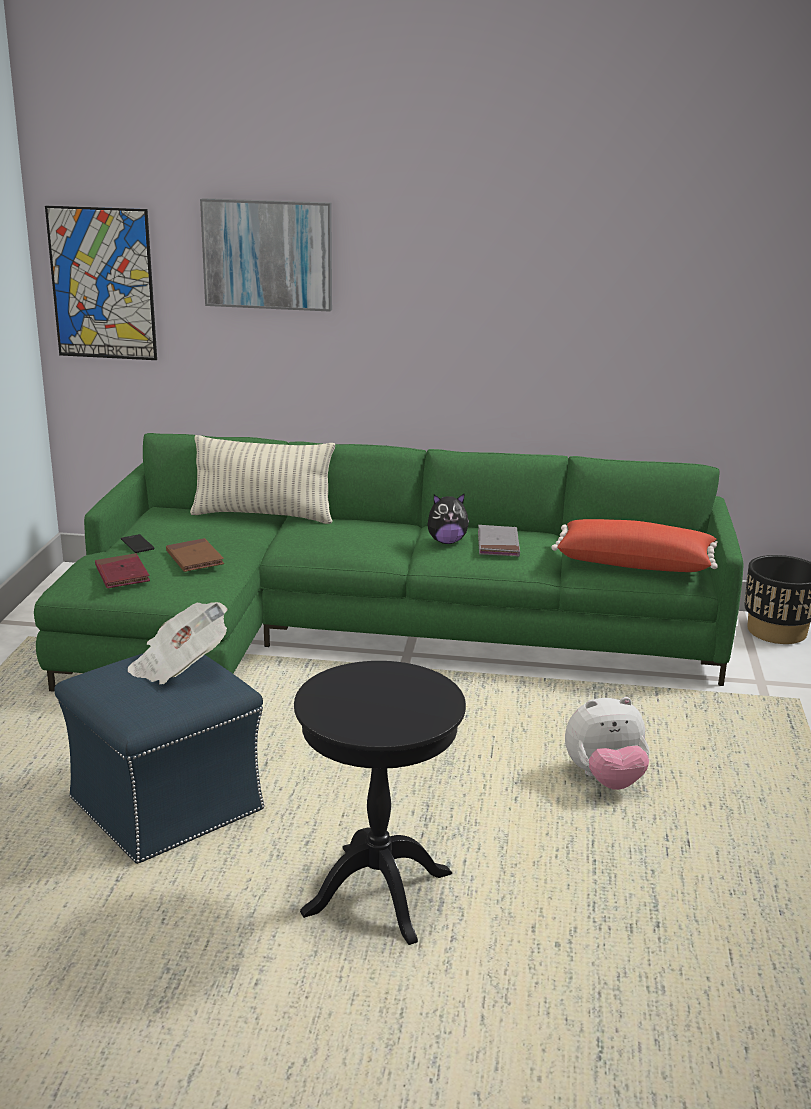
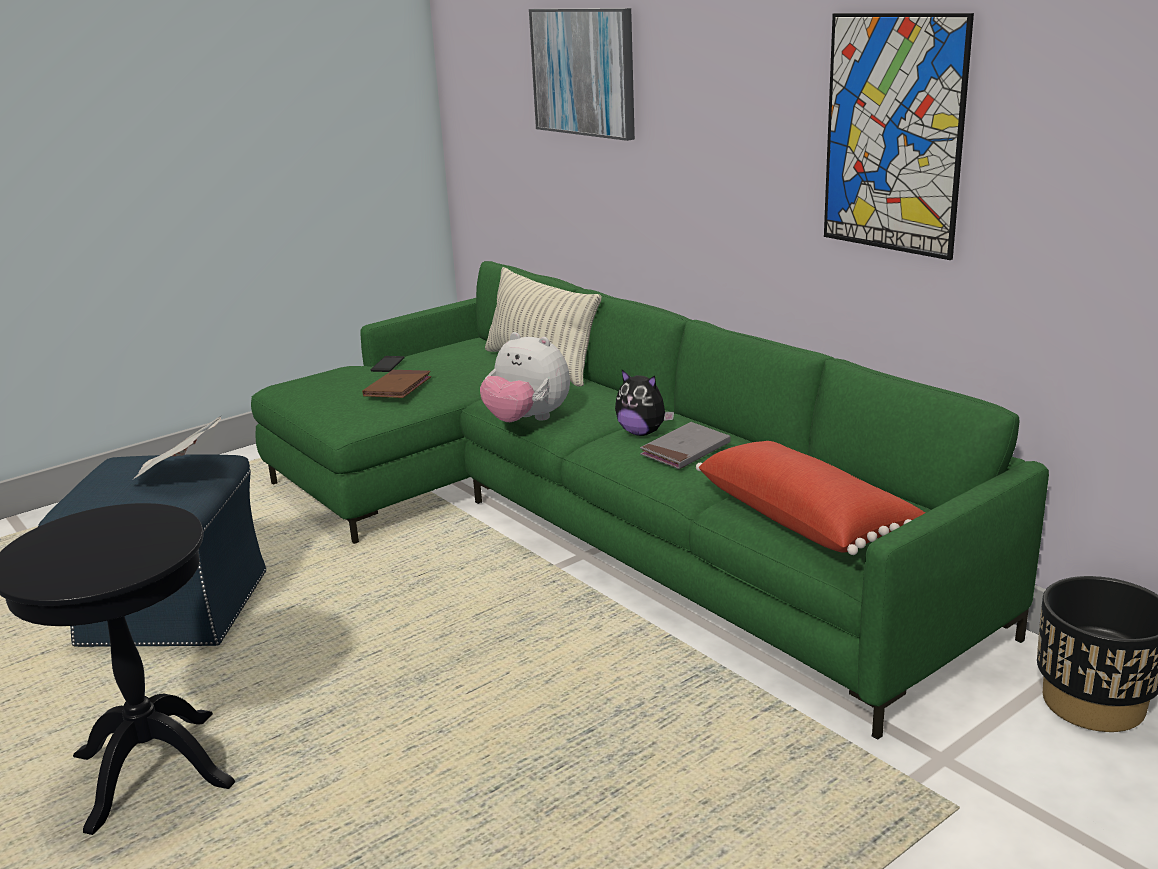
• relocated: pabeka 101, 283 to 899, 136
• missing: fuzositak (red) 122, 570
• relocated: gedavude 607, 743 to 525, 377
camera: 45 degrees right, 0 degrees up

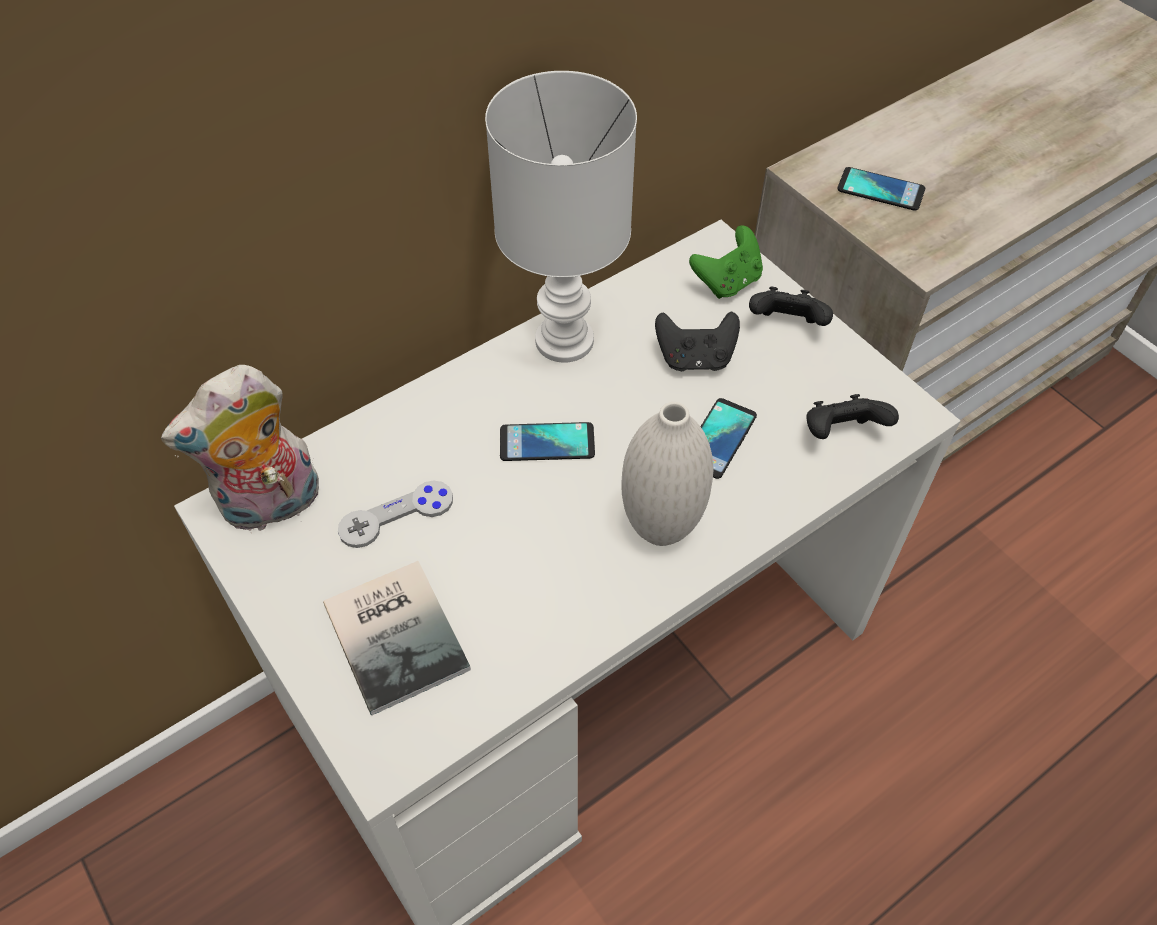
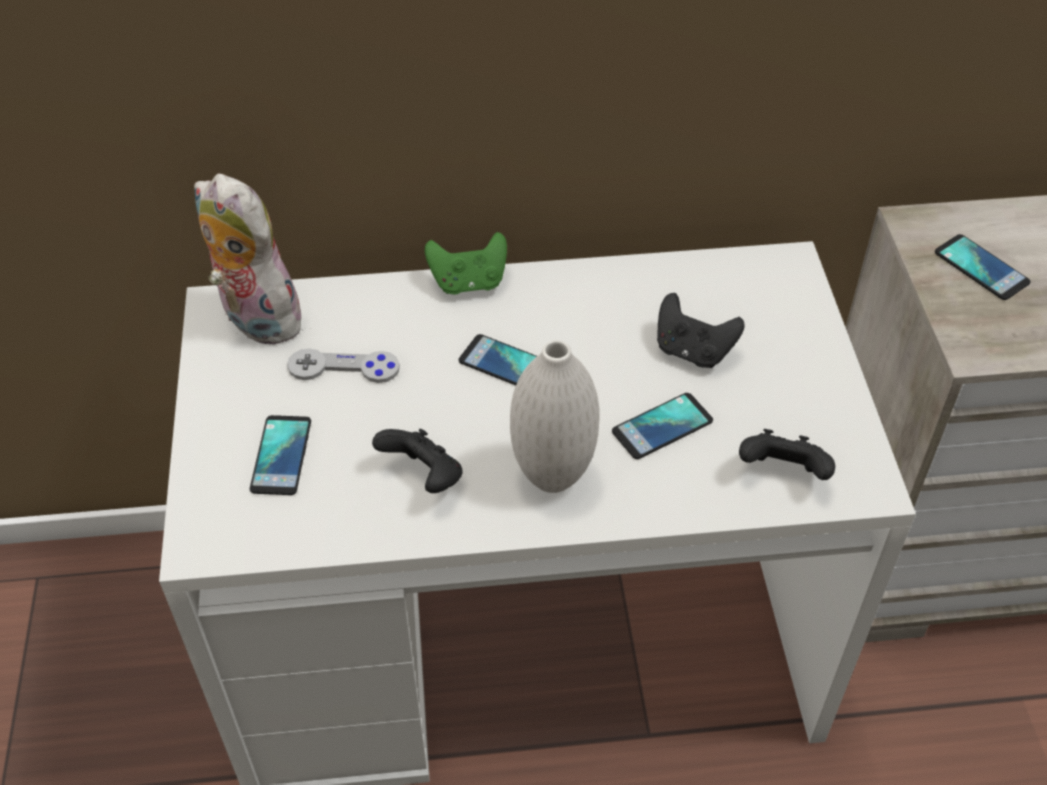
• spun: gedavude 240, 449 = 252, 259 45 degrees clockwise
• exchanged: fuzositak 397, 638 to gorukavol 280, 455
• missing: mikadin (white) 561, 217
• relocated: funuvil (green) 726, 262 to 466, 263
• relocated: funuvil (black) 791, 306 to 417, 461
camera: 30 degrees right, 5 degrees down

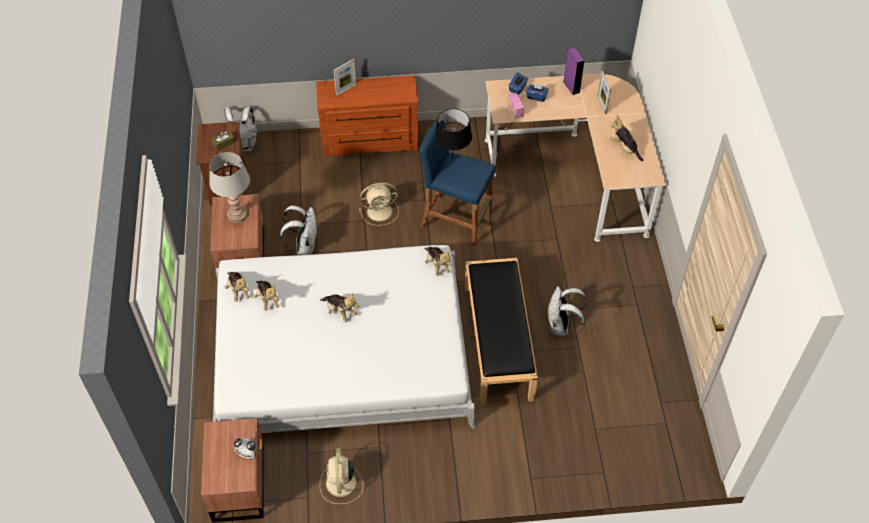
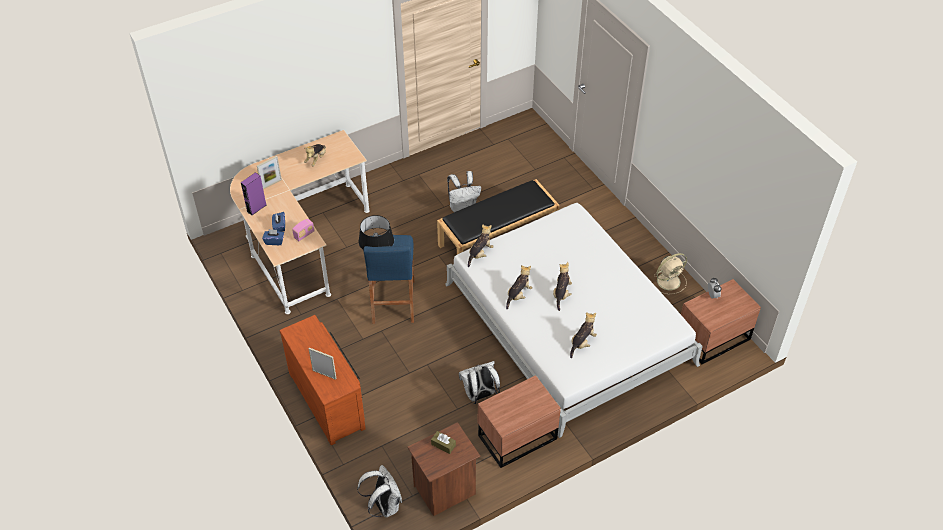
• missing: mikadin (grey) 229, 187
• relocated: gedavude 237, 287 to 519, 287
• missing: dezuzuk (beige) 379, 204
camera: 115 degrees left, 5 degrees down

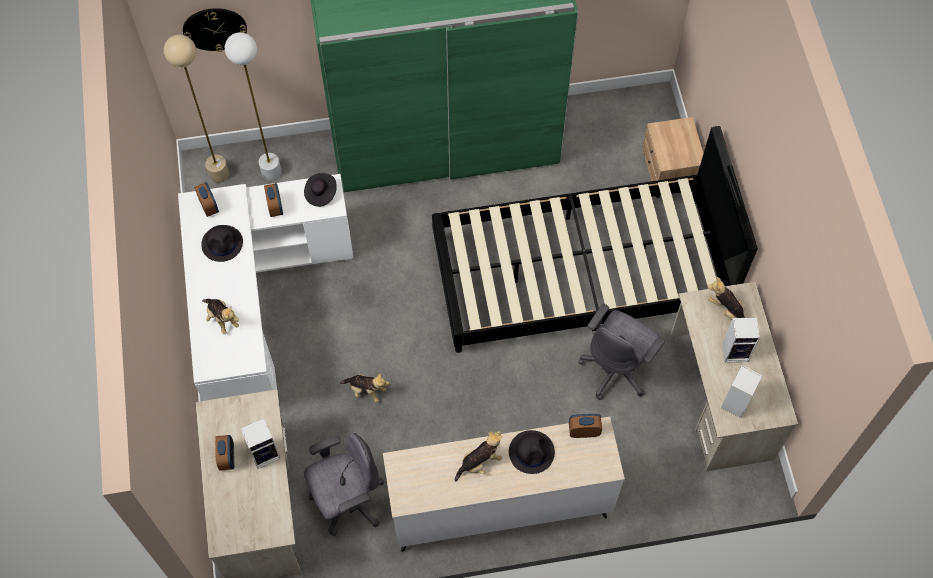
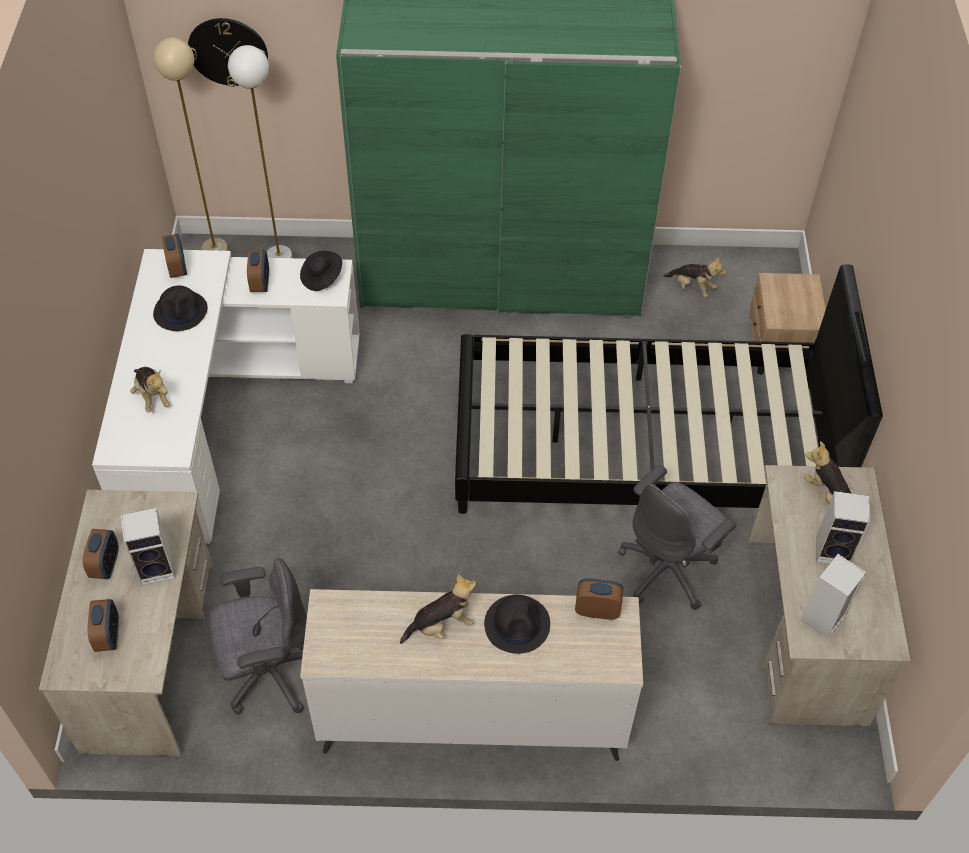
• relocated: gedavude 365, 388 to 694, 276
• appeared: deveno 103, 625
camera: 10 degrees right, 10 degrees down

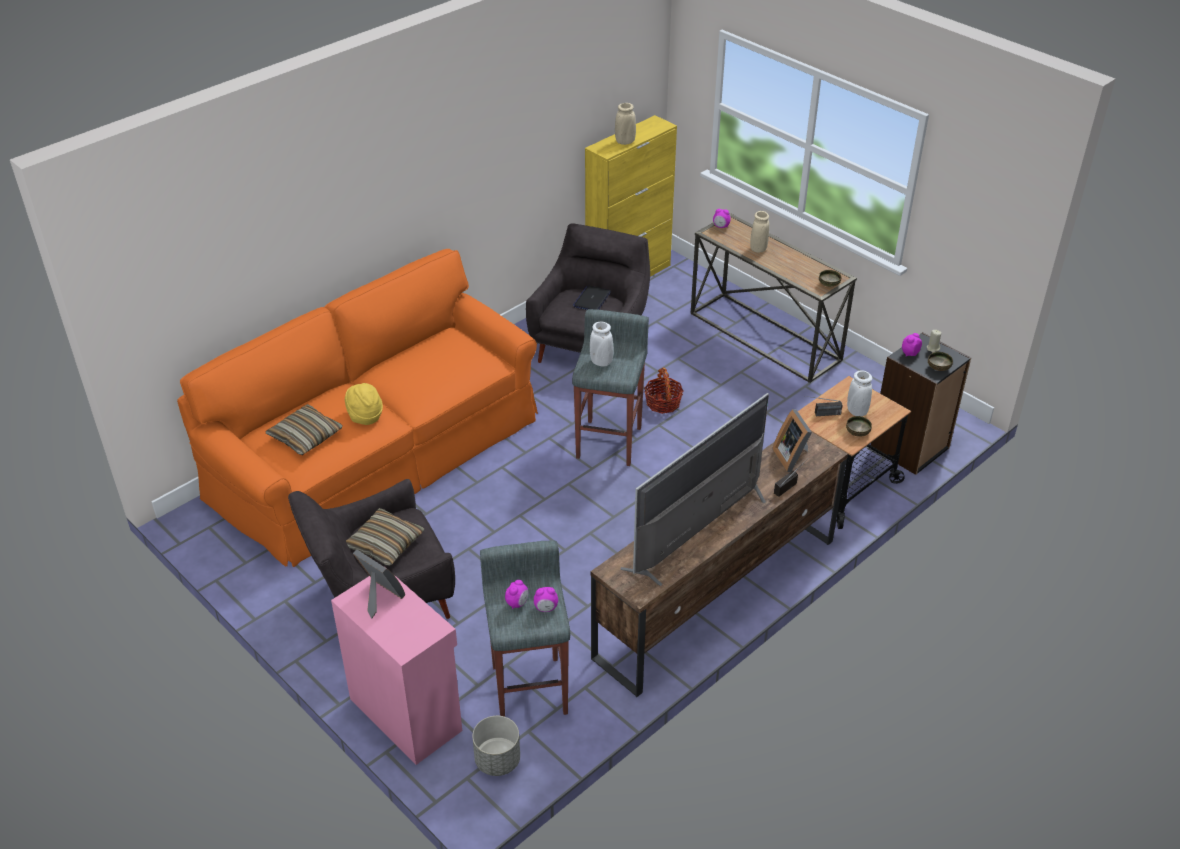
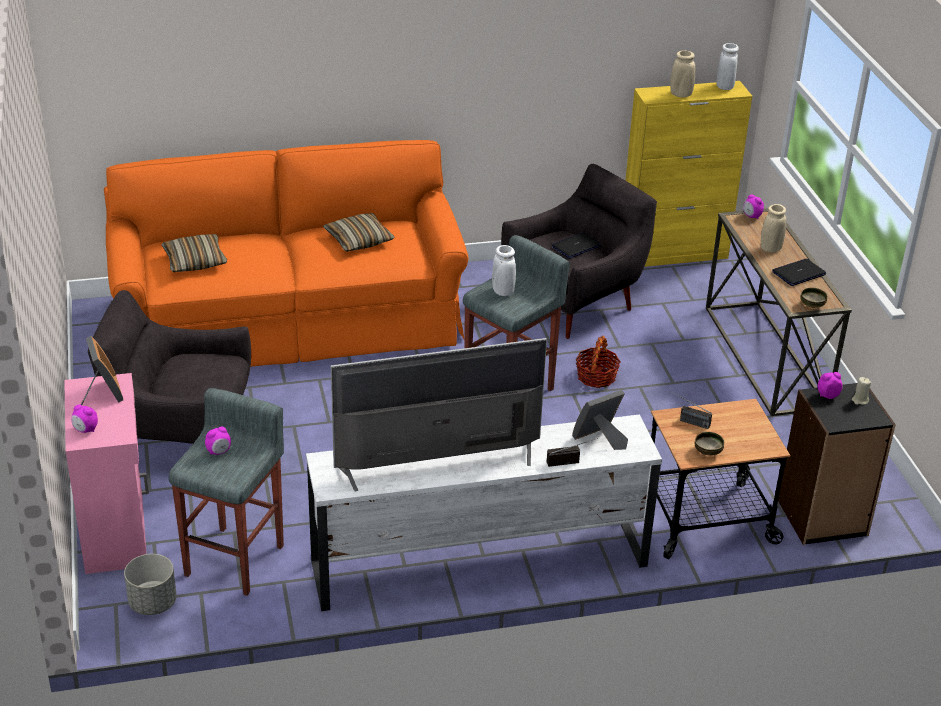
• missing: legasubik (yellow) 364, 404
• relocated: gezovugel 385, 537 to 359, 232
• relocated: deveno 546, 599 to 84, 418
• colour: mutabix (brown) 719, 564 to mutabix (white) 484, 512
• spun: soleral 792, 440 = 600, 419 45 degrees clockwise
• relocated: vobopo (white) 859, 393 to 728, 66
• missing: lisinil 940, 361
• appeared: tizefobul 799, 272
camera: 30 degrees right, 5 degrees down

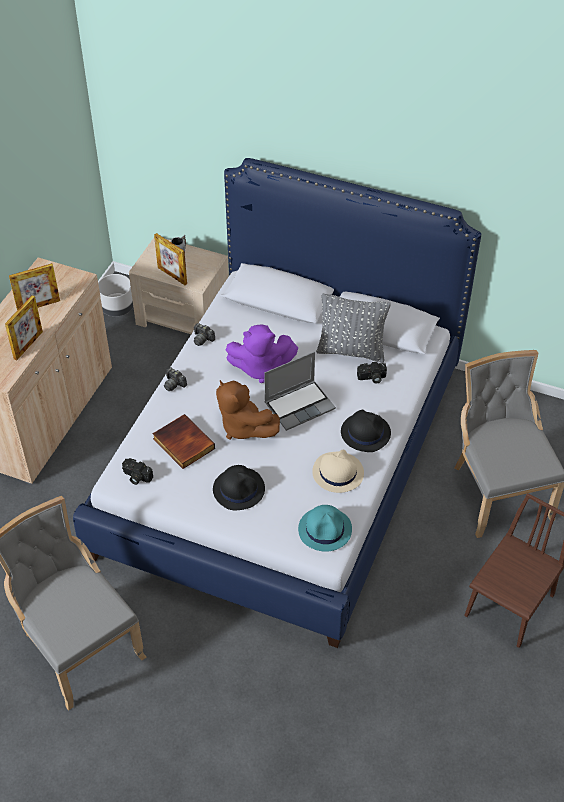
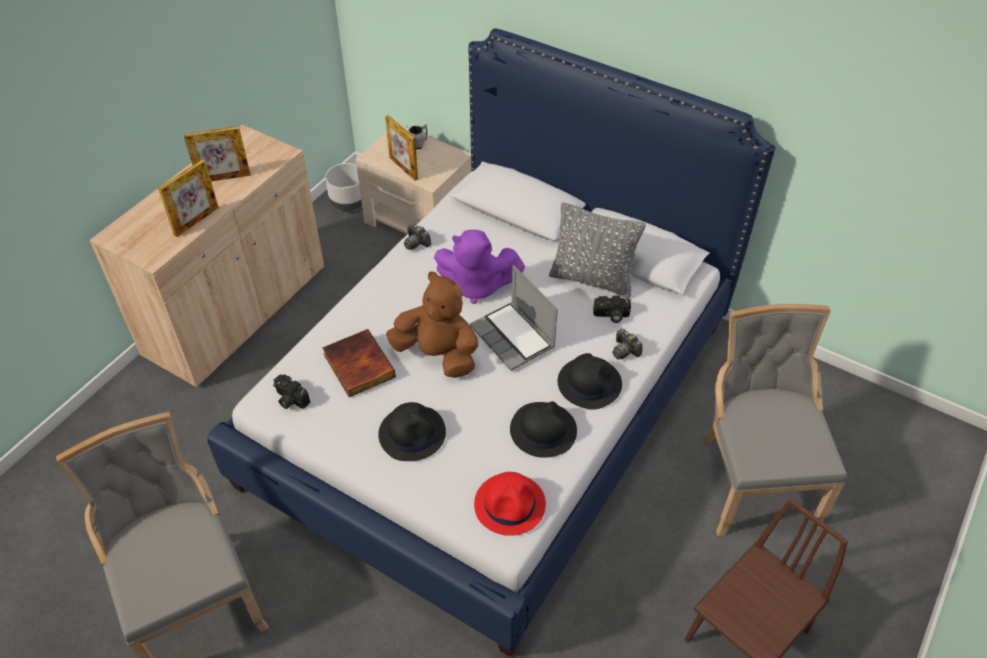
• relocated: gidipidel 175, 379 to 628, 344
• spun: gedavude (brown) 248, 410 = 432, 324 150 degrees clockwise
• spun: tizefobul 300, 391 = 514, 318 75 degrees clockwise
• colour: legasubik (turquoise) 325, 528 to legasubik (red) 510, 504
• colour: legasubik (beige) 338, 471 to legasubik (black) 543, 429
camera: 10 degrees right, 0 degrees up

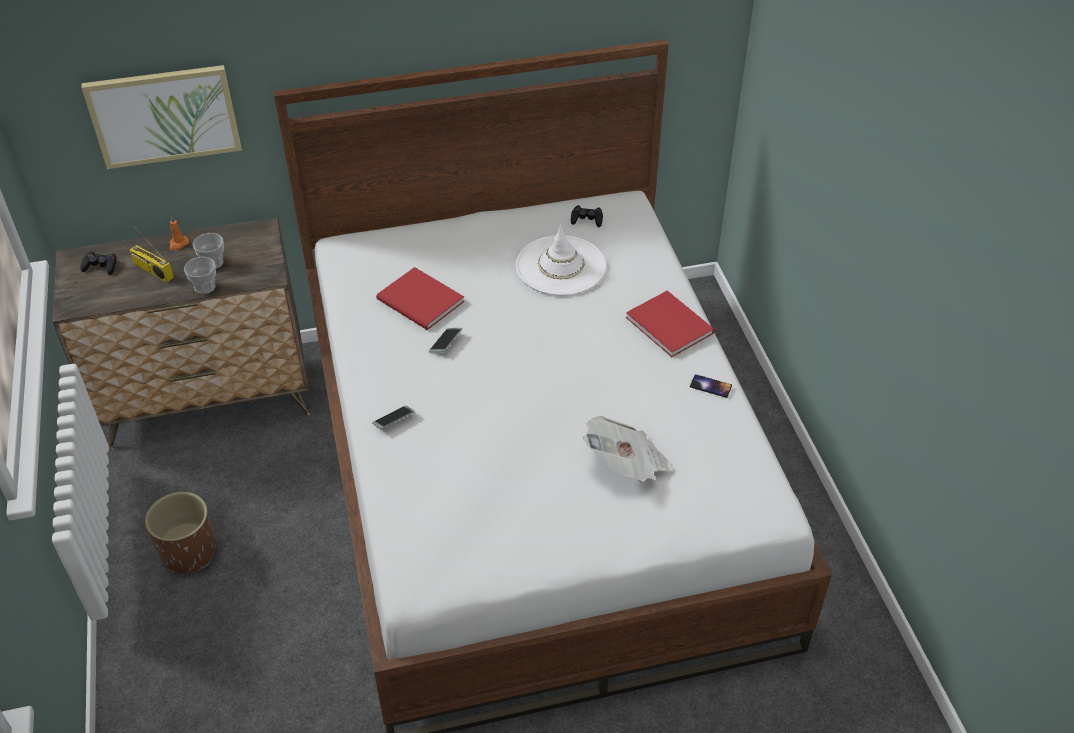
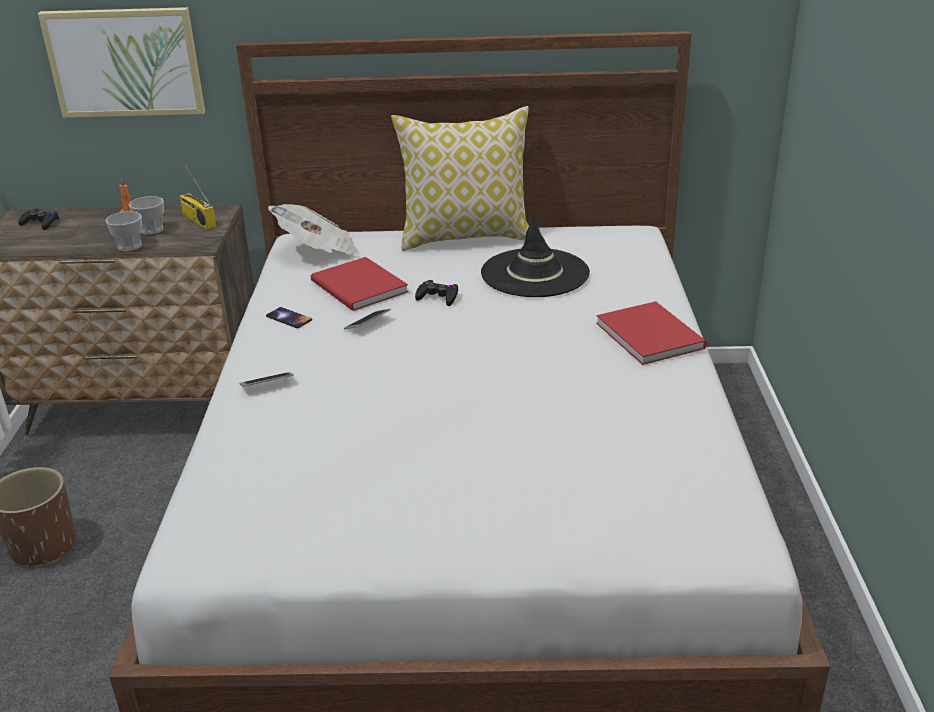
• relocated: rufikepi 152, 254 to 198, 197
• colour: legasubik (white) 561, 260 to legasubik (black) 535, 255
• relocated: funuvil (black) 587, 216 to 436, 293
• relocated: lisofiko 628, 449 to 314, 229
• relocated: gorukavol 711, 386 to 289, 317
• appeared: gezovugel 460, 178
camera: 15 degrees right, 15 degrees down

